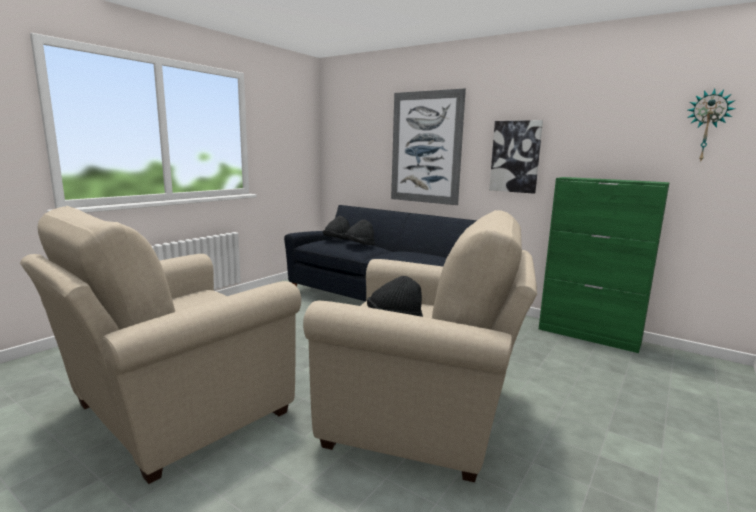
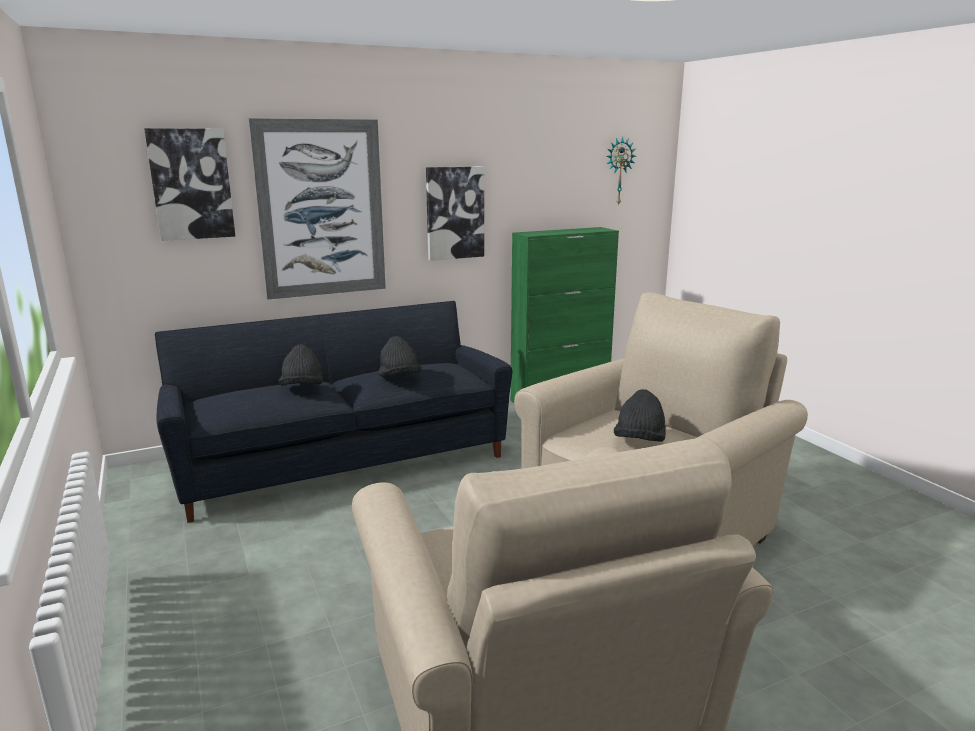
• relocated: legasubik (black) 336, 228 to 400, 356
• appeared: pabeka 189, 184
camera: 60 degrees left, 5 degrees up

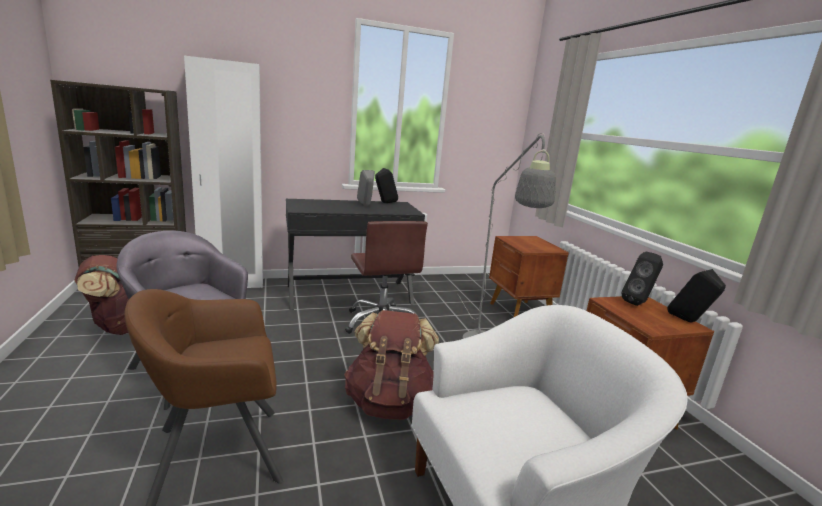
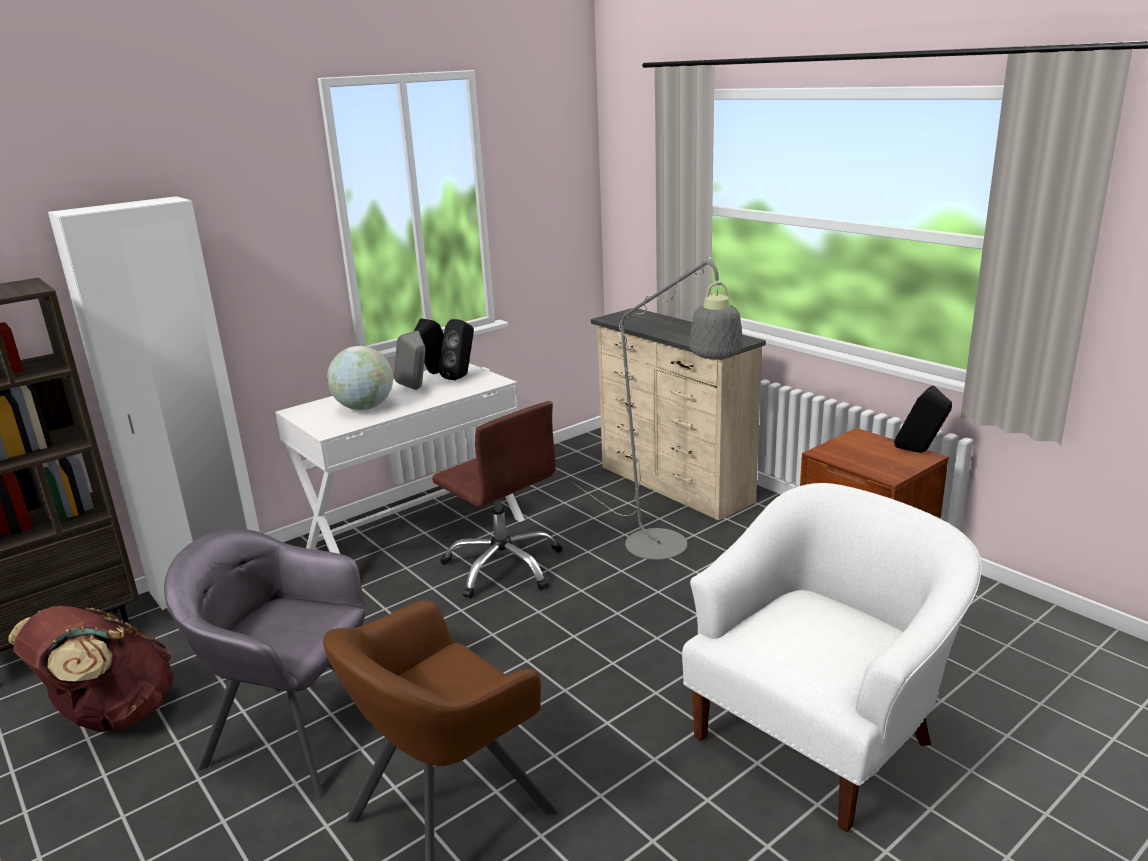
• colour: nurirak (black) 355, 254 to nurirak (white) 400, 458
• missing: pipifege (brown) 391, 365
• exchanged: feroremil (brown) 529, 276 to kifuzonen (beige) 678, 414
• relocated: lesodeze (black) 642, 279 to 456, 349
• appeared: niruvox 360, 378
camera: 20 degrees left, 5 degrees up

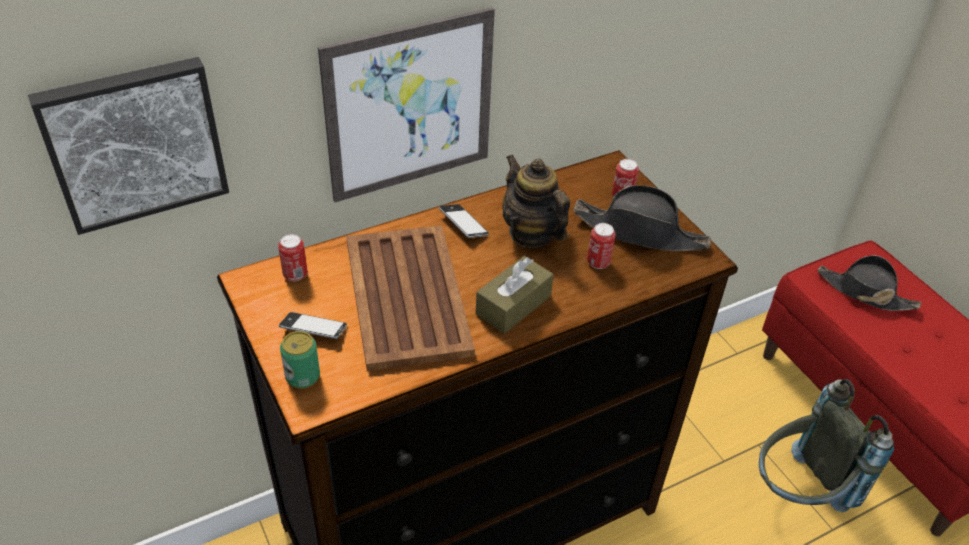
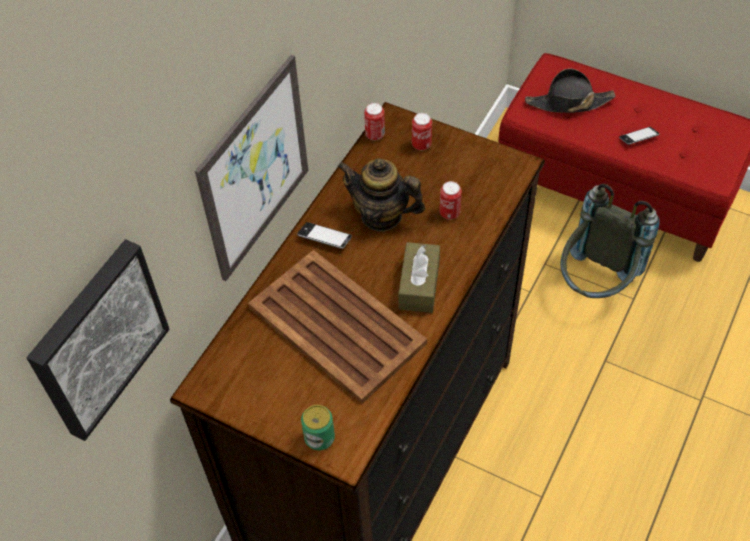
• relocated: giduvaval 293, 257 to 374, 121
• relocated: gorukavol 313, 325 to 639, 136
• missing: legasubik (black) 642, 218
camera: 30 degrees left, 10 degrees up

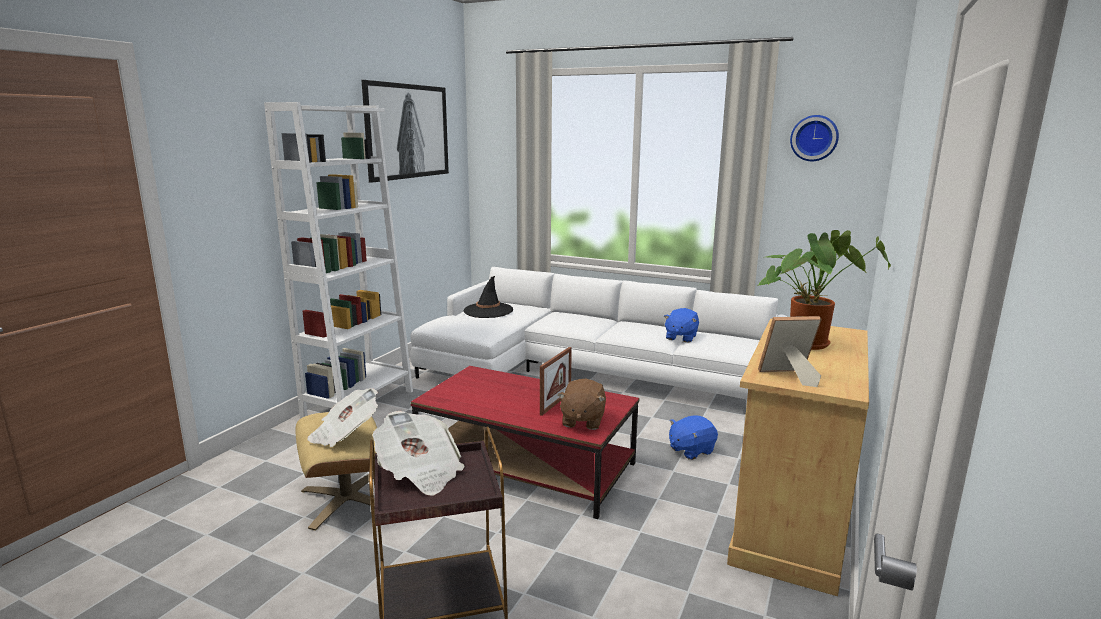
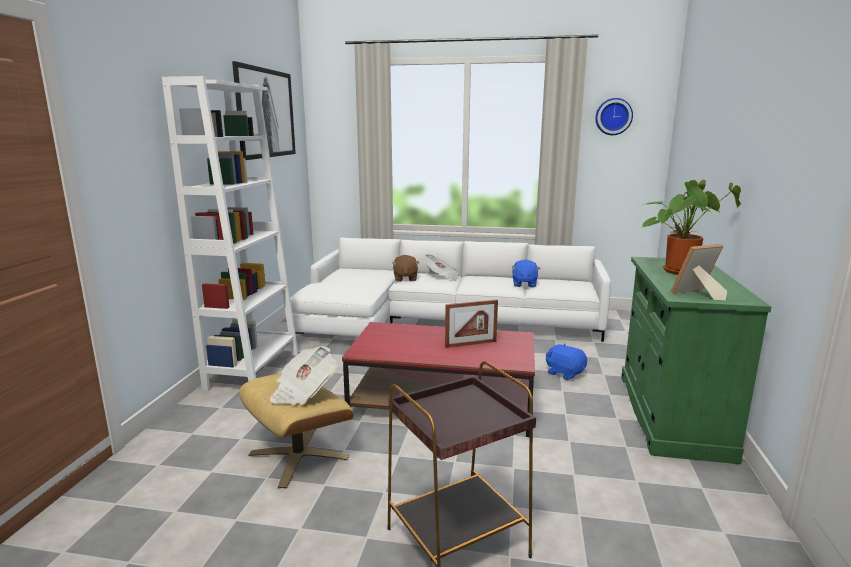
• relocated: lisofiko 418, 453 to 442, 267
• missing: legasubik (black) 488, 297
• spun: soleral 556, 381 = 471, 324 60 degrees clockwise
• relocated: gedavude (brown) 582, 404 to 405, 268
• spun: gedavude (blue) 693, 437 = 566, 362 90 degrees clockwise
• colour: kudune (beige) 798, 457 to kudune (green) 696, 360
camera: 15 degrees left, 0 degrees up

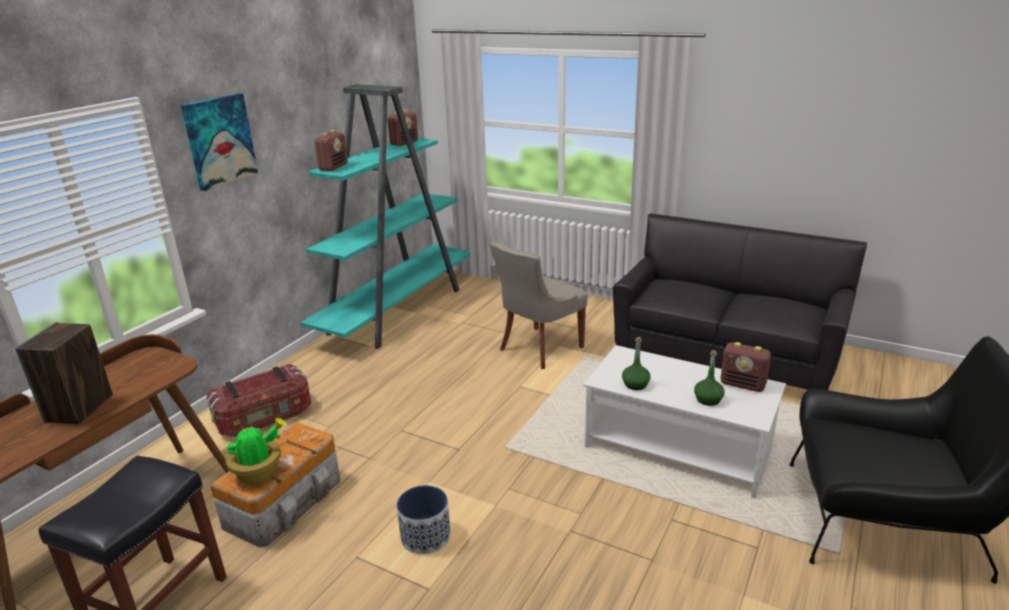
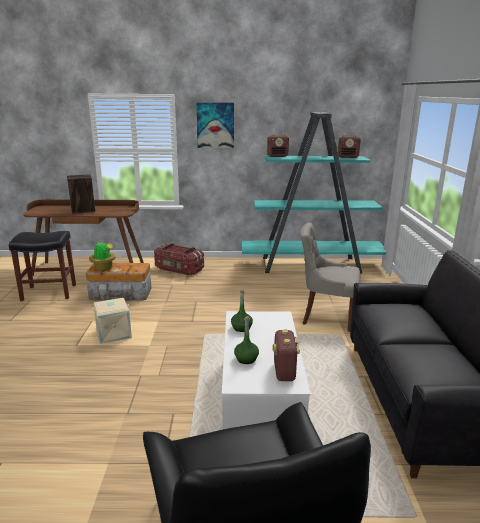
• exchanged: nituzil 424, 519 to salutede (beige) 112, 321
camera: 60 degrees right, 5 degrees down

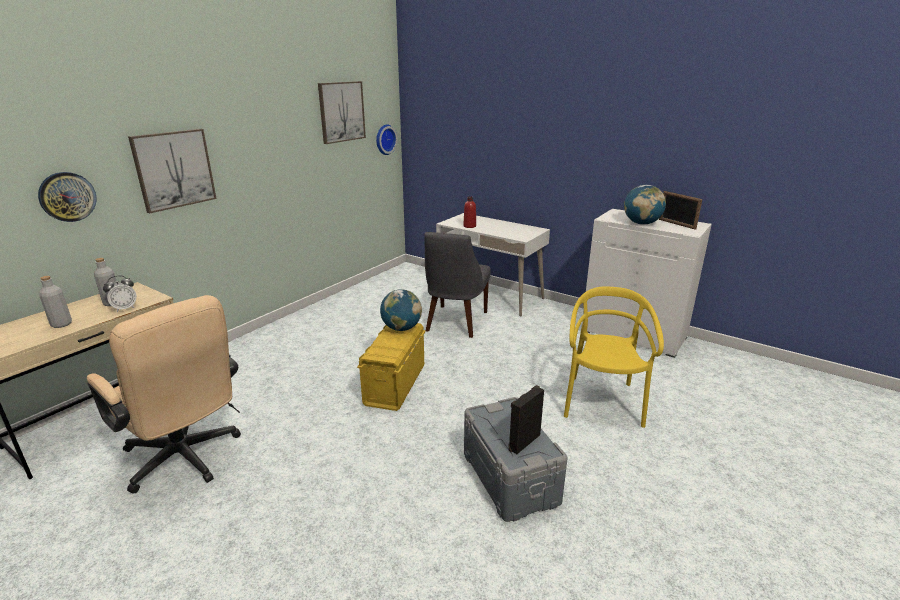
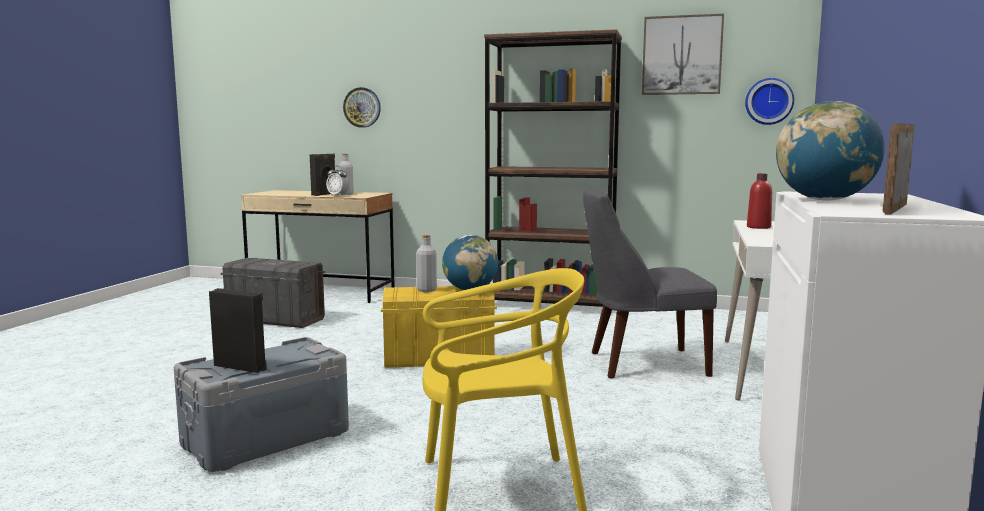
• relocated: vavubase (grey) 55, 302 to 426, 263
• exchanged: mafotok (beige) 164, 394 to salutede (grey) 272, 293
• missing: pabeka 172, 171
• appeared: lesodeze (black) 322, 174
• appeared: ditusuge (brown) 553, 168
camera: 70 degrees right, 15 degrees down

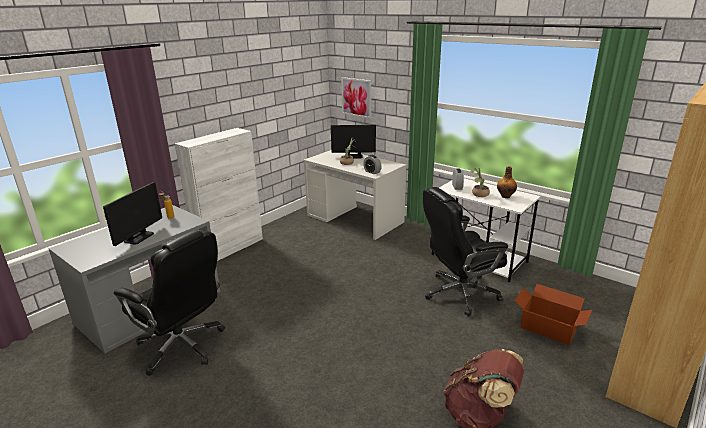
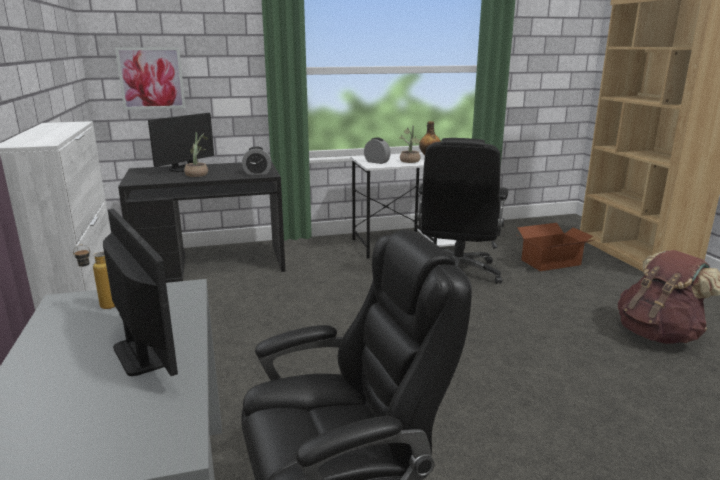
• colour: nurirak (white) 355, 195 to nurirak (black) 202, 222
camera: 55 degrees left, 5 degrees down

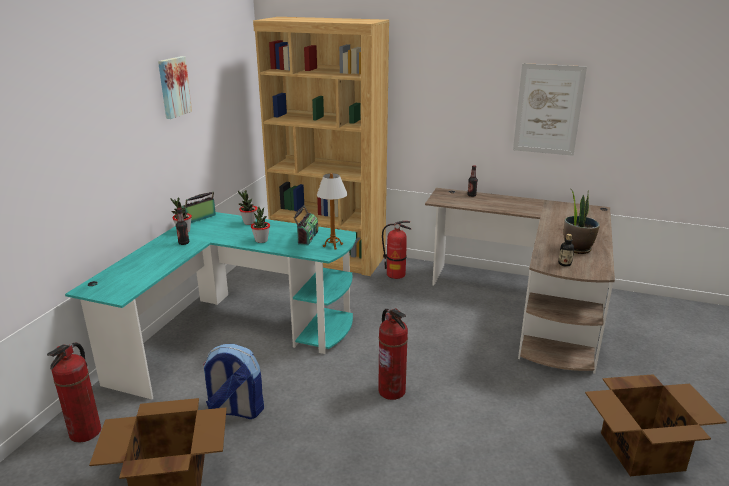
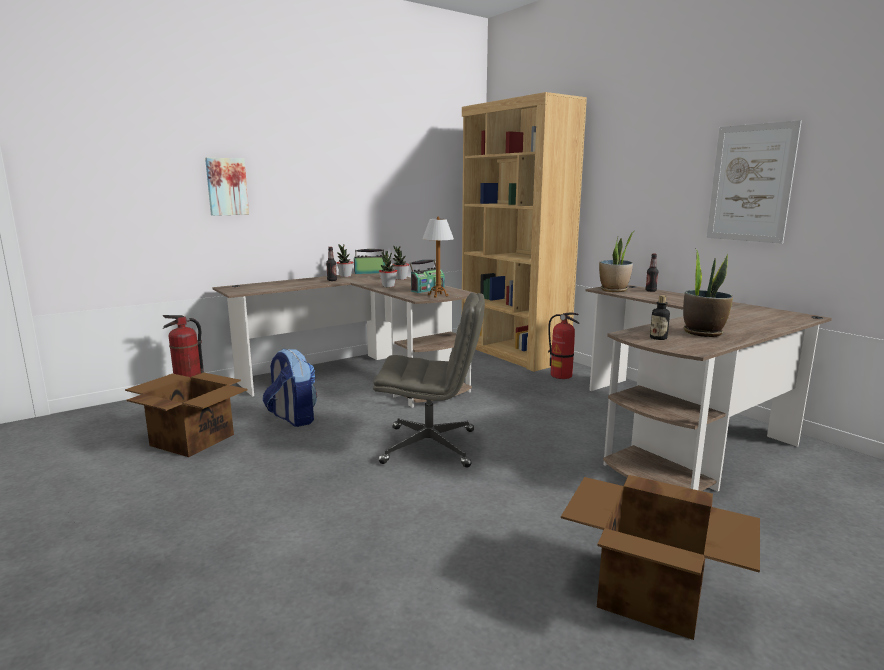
• colour: nurirak (turquoise) 210, 305 to nurirak (brown) 344, 340
• relocated: pabeka 175, 87 to 227, 187
• exchanged: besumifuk 393, 354 to mafotok (grey) 429, 380
• appeared: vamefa 616, 261
camera: 35 degrees right, 10 degrees down

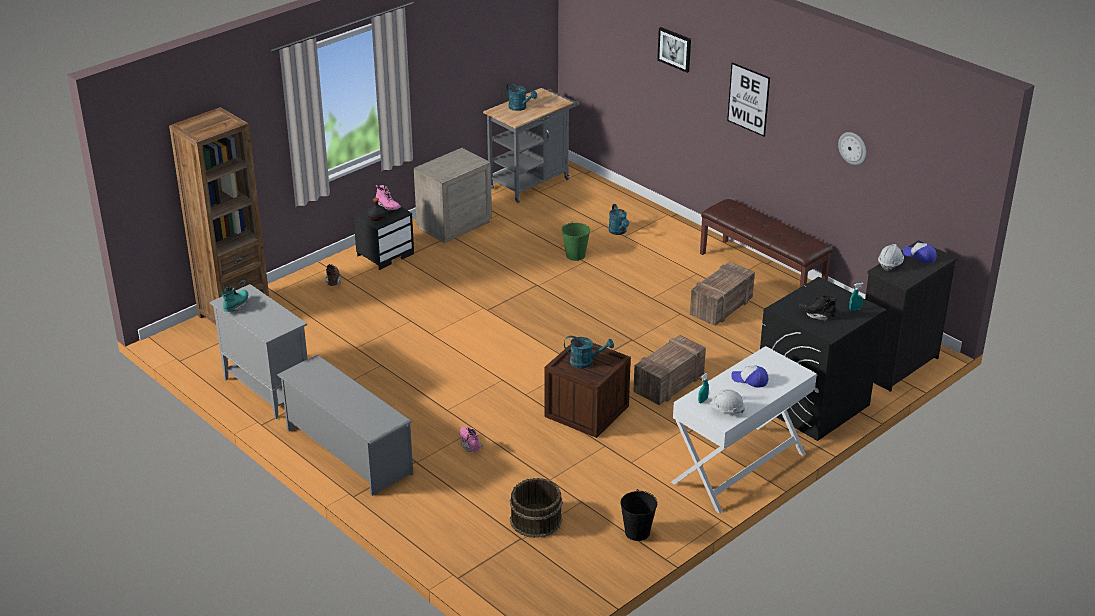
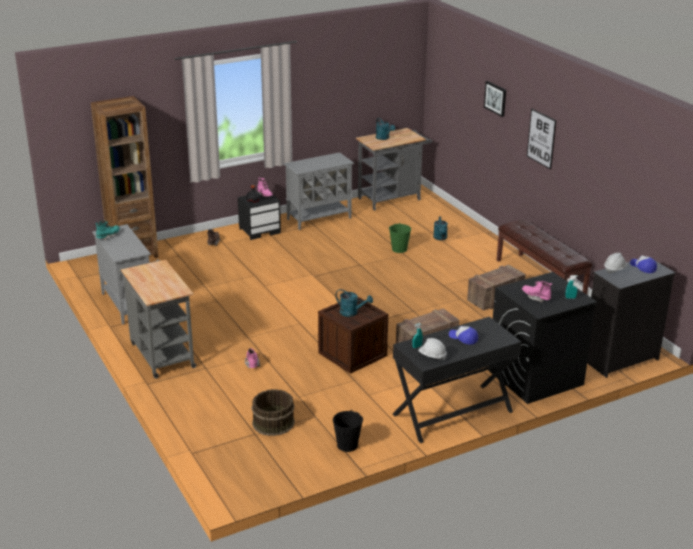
• exchanged: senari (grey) 345, 425 to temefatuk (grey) 157, 319
• exchanged: feroremil (beige) 453, 195 to kudune (grey) 318, 191
• colour: nurirak (white) 744, 430 to nurirak (black) 457, 380
• colour: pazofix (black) 818, 308 to pazofix (pink) 537, 291
• missing: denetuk 852, 148
camera: 15 degrees right, 5 degrees down

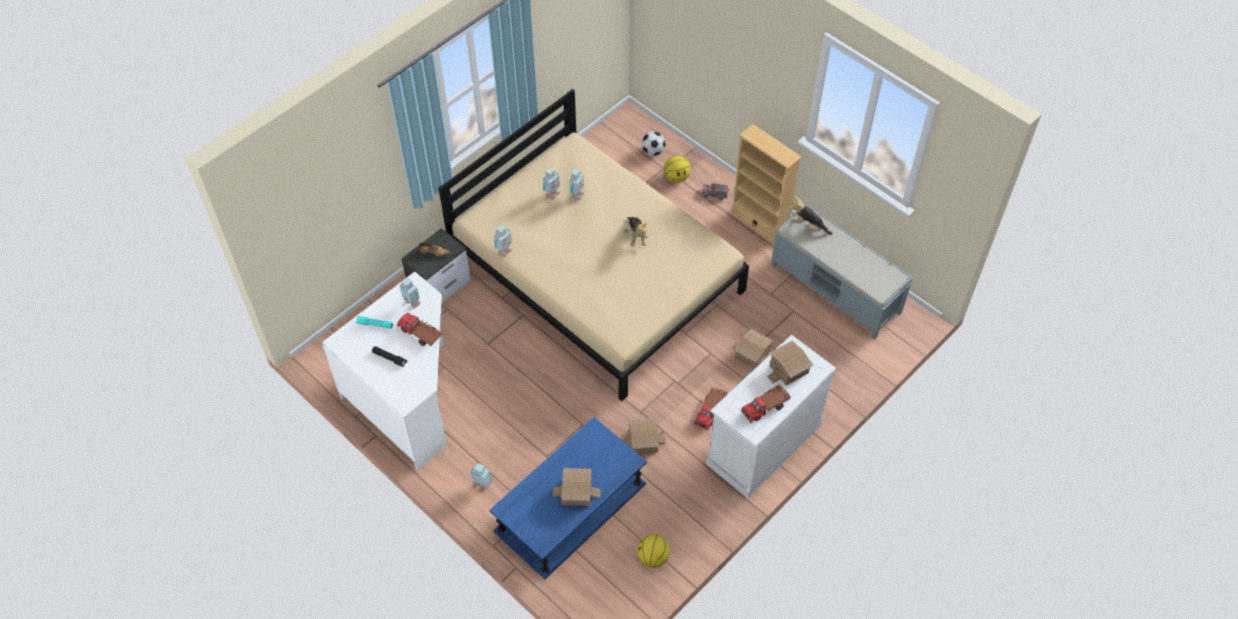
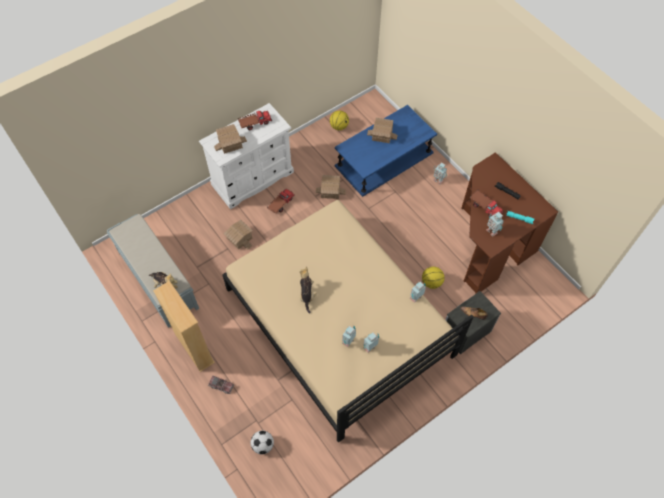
• colour: nurirak (white) 384, 371 to nurirak (brown) 509, 223
• relocated: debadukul 677, 169 to 433, 277
camera: 170 degrees left, 5 degrees up

